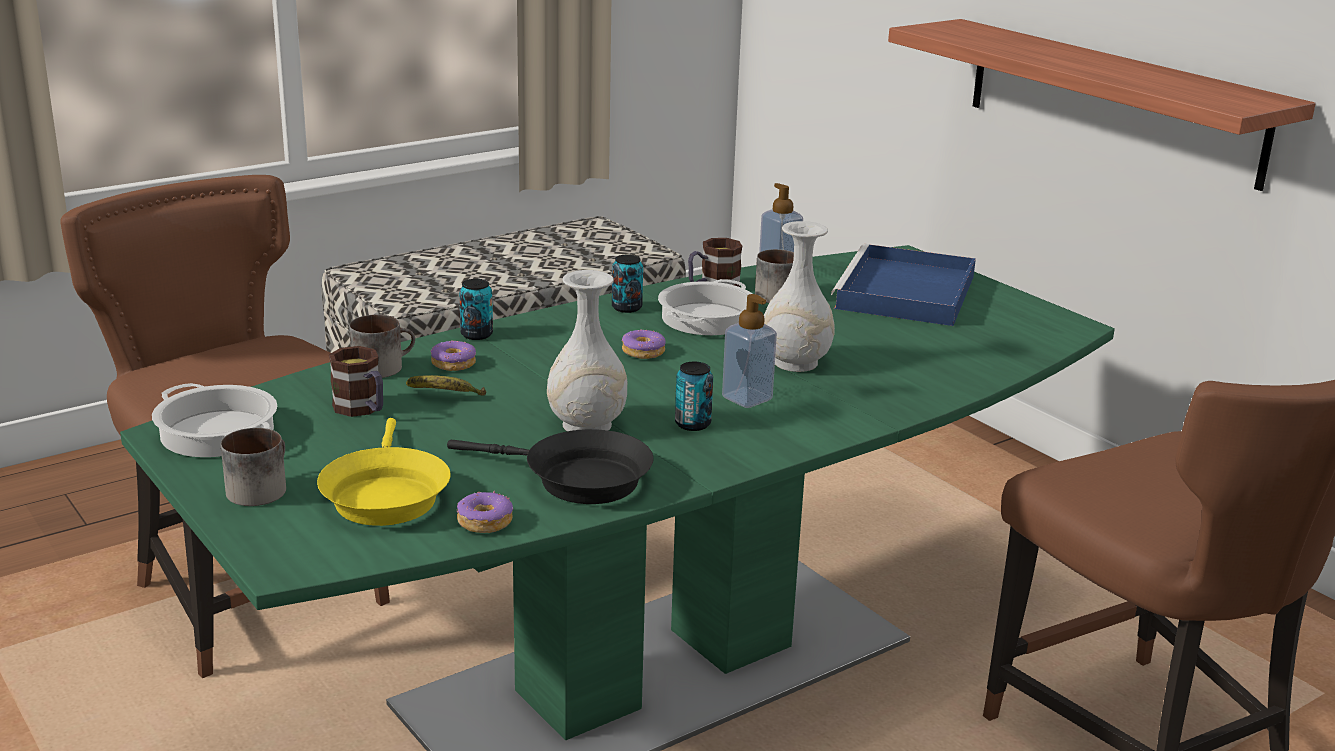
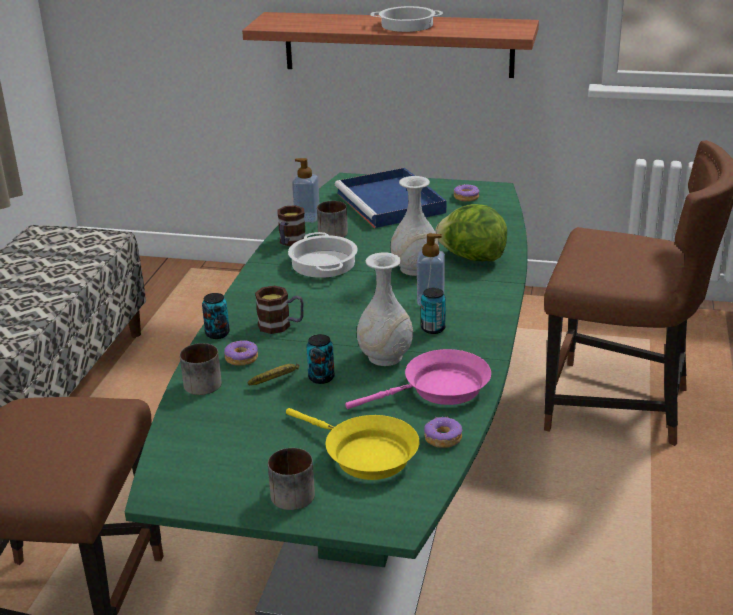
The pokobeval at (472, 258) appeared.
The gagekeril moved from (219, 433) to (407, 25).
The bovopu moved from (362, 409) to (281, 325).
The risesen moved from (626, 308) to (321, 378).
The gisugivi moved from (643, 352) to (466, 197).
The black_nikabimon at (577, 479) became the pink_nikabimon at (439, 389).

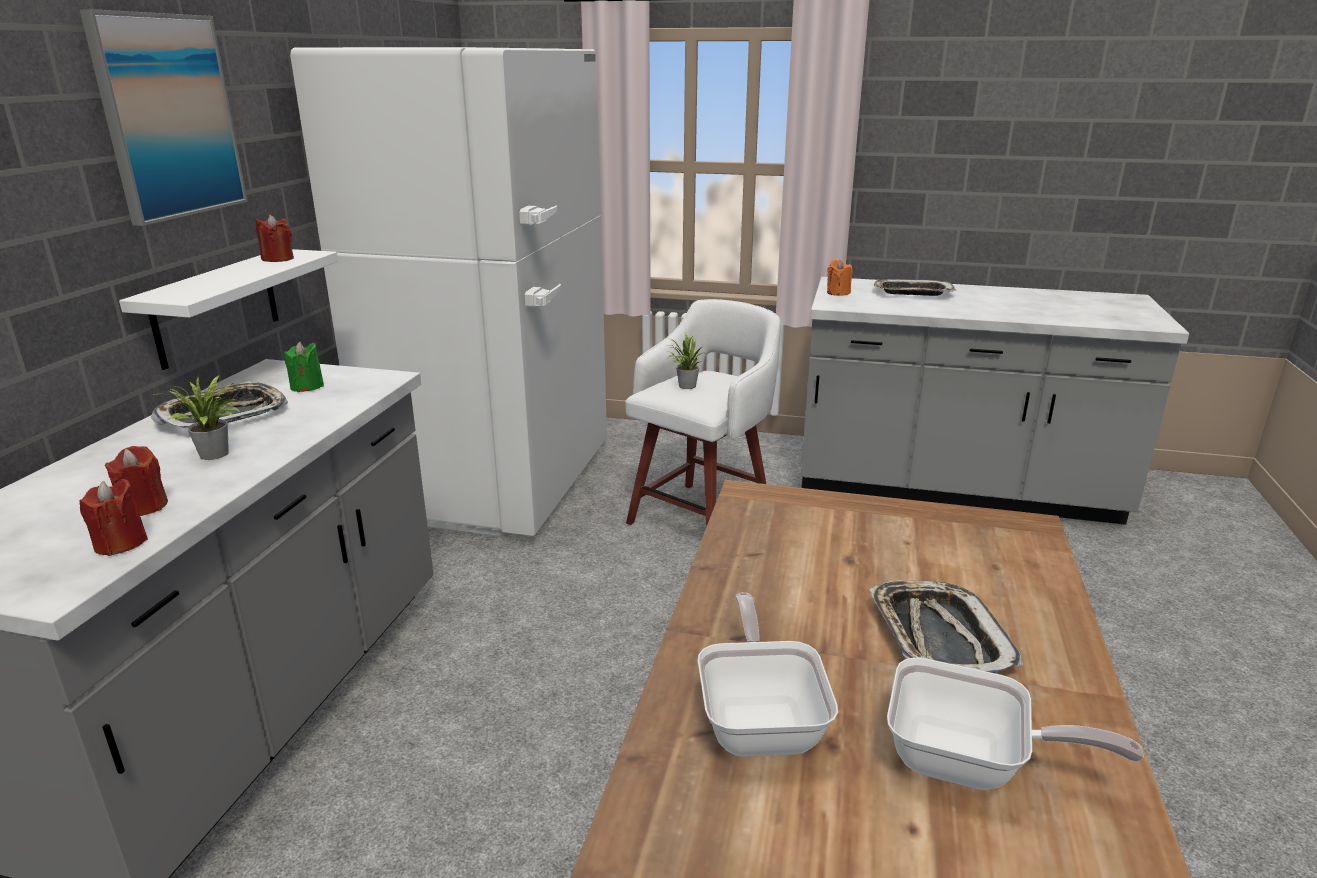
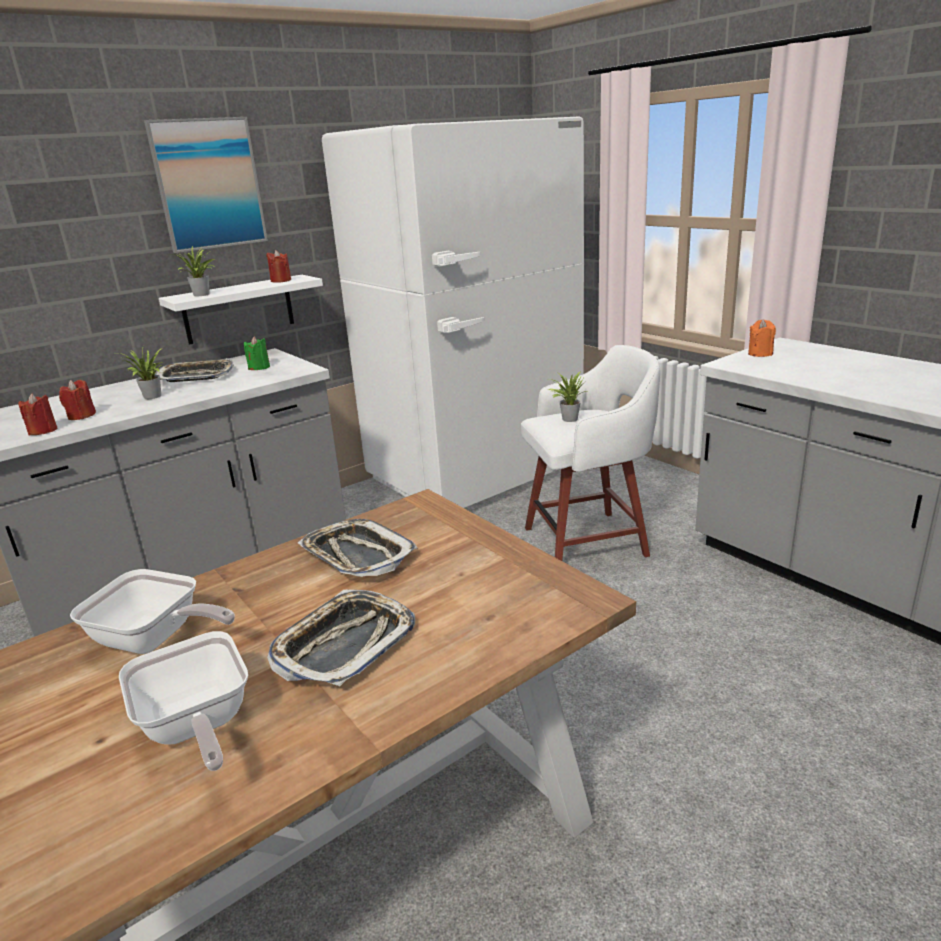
The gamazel at (202, 295) appeared.
The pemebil moved from (912, 293) to (357, 555).
The nikabimon at (760, 720) turned 75 degrees clockwise.

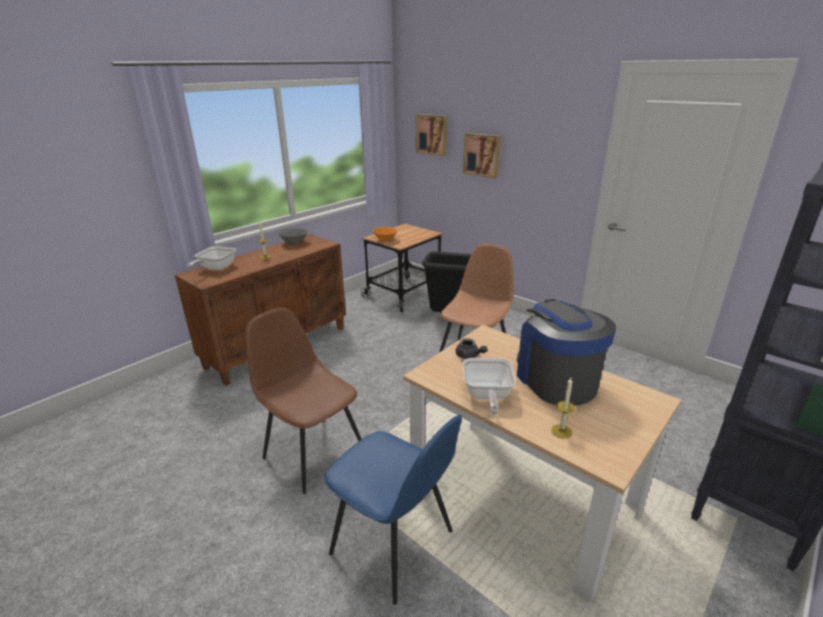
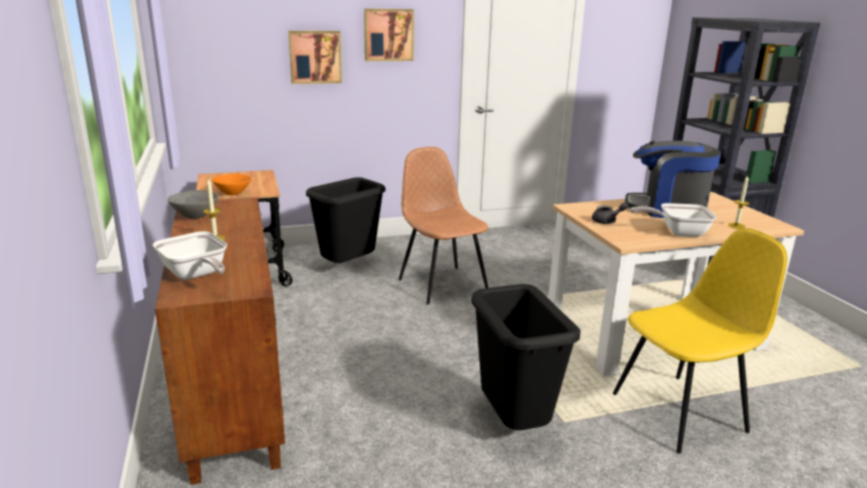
The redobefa moved from (432, 134) to (388, 35).
The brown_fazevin at (313, 452) was replaced by the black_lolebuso at (513, 424).
The blue_fazevin at (394, 545) became the yellow_fazevin at (681, 412).
The nikabimon at (486, 396) turned 150 degrees clockwise.

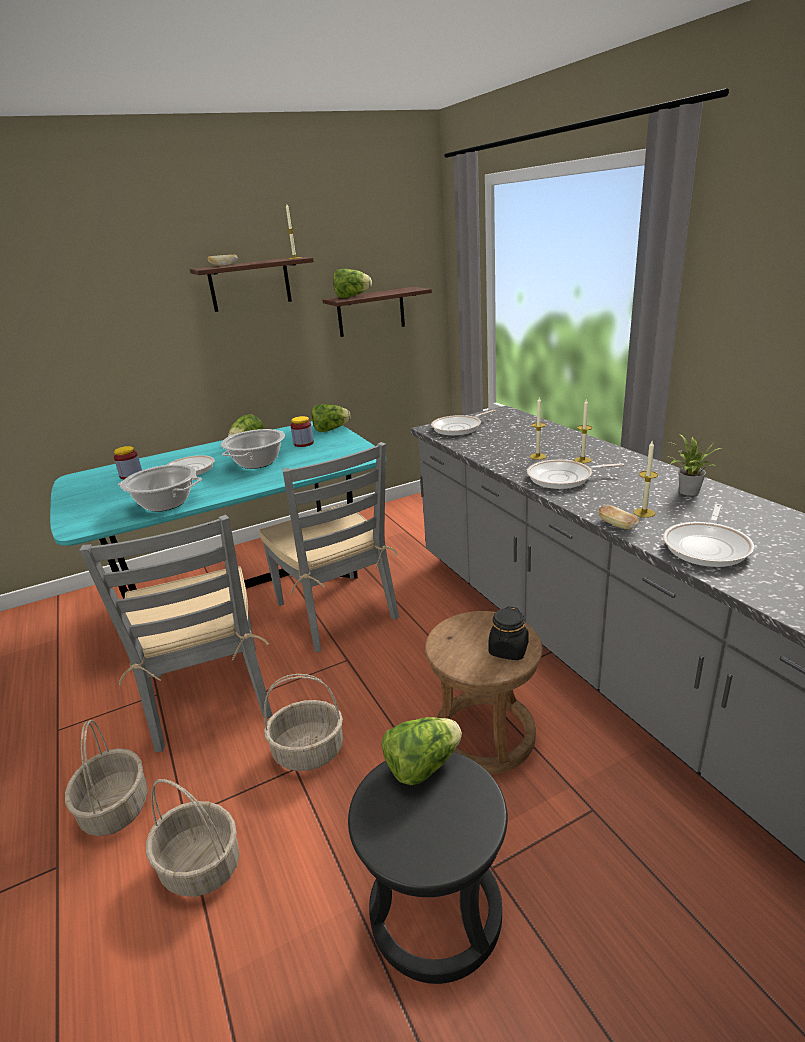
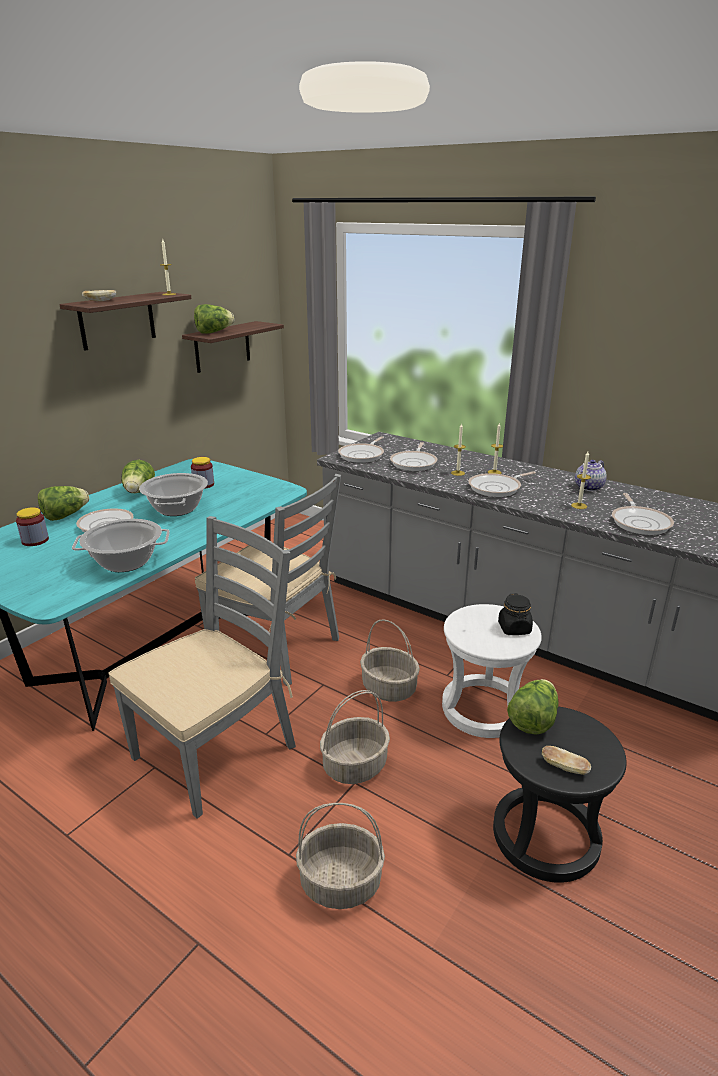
The nikabimon at (414, 463) appeared.
The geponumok moved from (115, 808) to (388, 688).
The pokobeval moved from (331, 430) to (65, 516).
The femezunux moved from (617, 525) to (564, 768).
The gamazel at (686, 492) was replaced by the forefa at (589, 487).
The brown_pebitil at (485, 734) became the white_pebitil at (483, 708).
The grey_fazevin at (211, 695) turned 90 degrees counterclockwise.

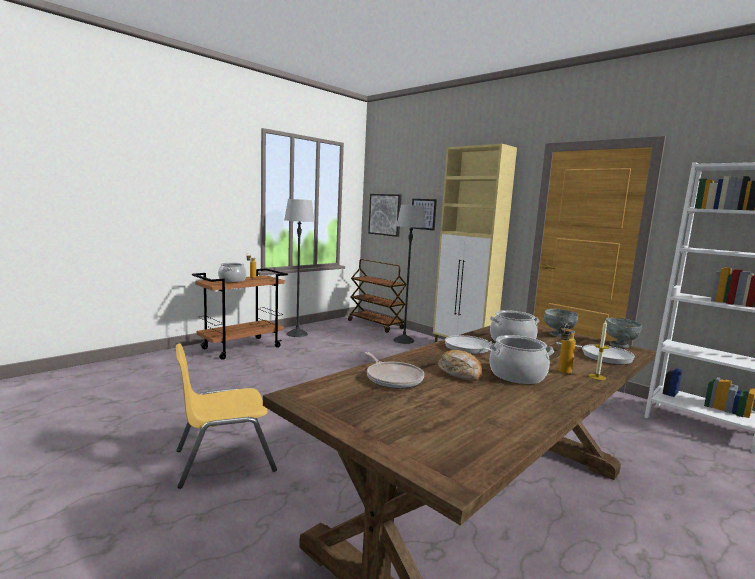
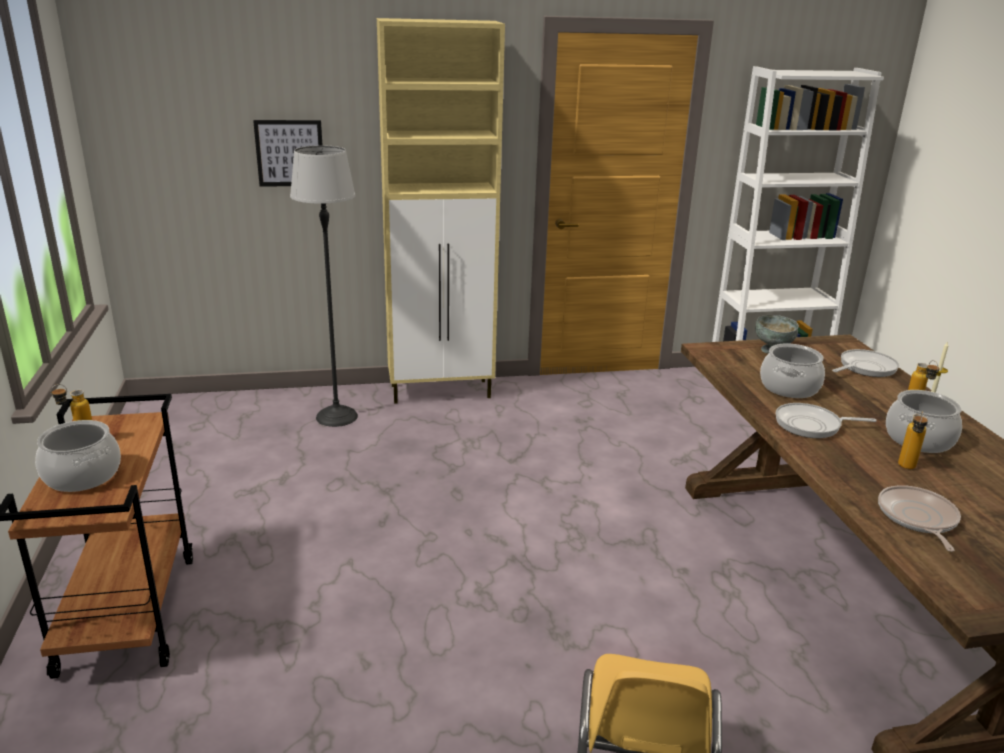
The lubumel at (297, 334) disappeared.
The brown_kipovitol at (376, 325) disappeared.
The redobefa at (385, 214) disappeared.
The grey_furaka at (620, 345) disappeared.
The femezunux at (460, 373) was replaced by the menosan at (906, 469).
The nikabimon at (393, 378) turned 90 degrees counterclockwise.

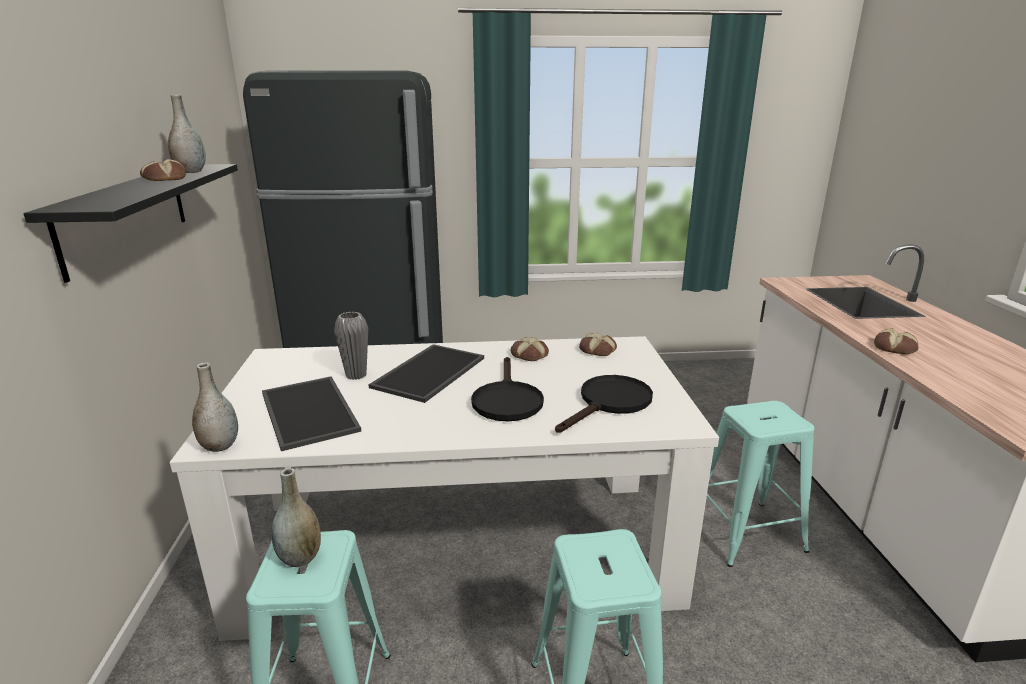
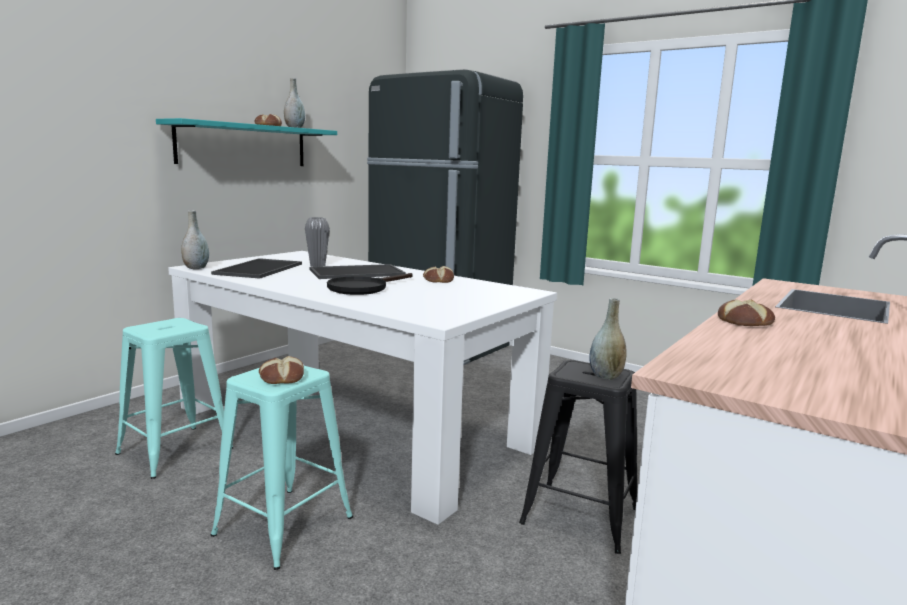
The black_nikabimon at (610, 403) disappeared.
The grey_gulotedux moved from (300, 558) to (605, 376).
The femezunux moved from (597, 350) to (281, 377).
The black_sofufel at (126, 215) became the turquoise_sofufel at (243, 145).
The turquoise_pebitil at (746, 533) became the black_pebitil at (580, 516).

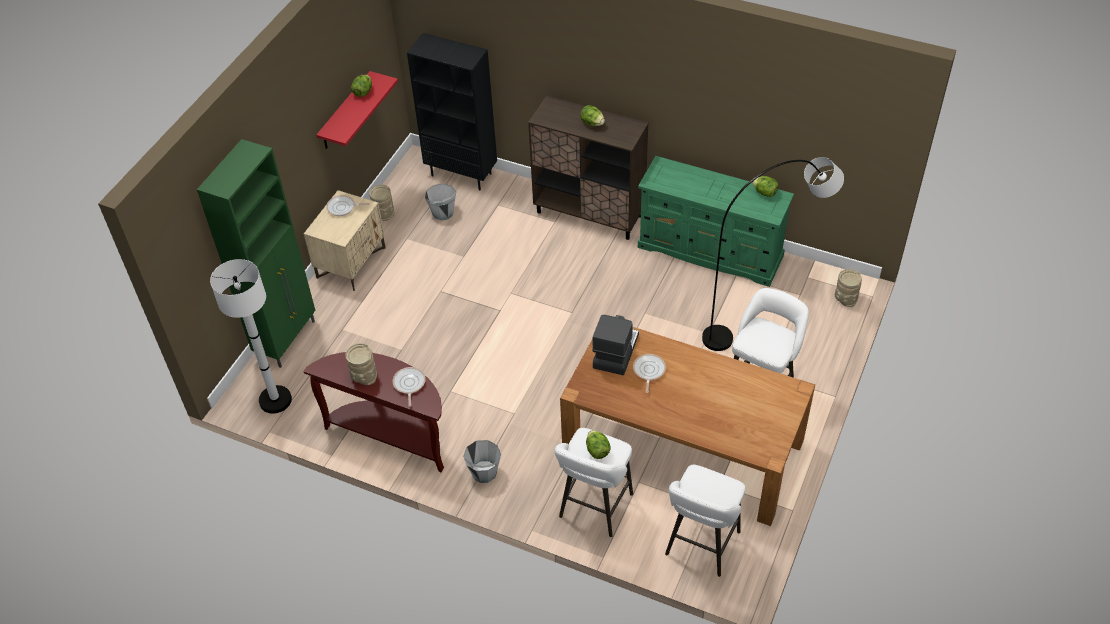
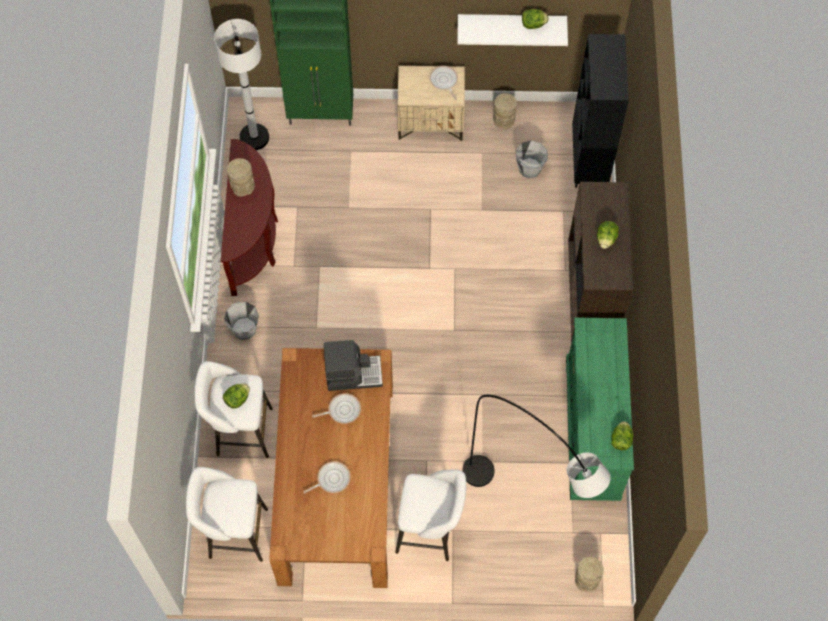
The nikabimon moved from (409, 384) to (331, 479).
The red_sofufel at (345, 112) became the white_sofufel at (511, 23).

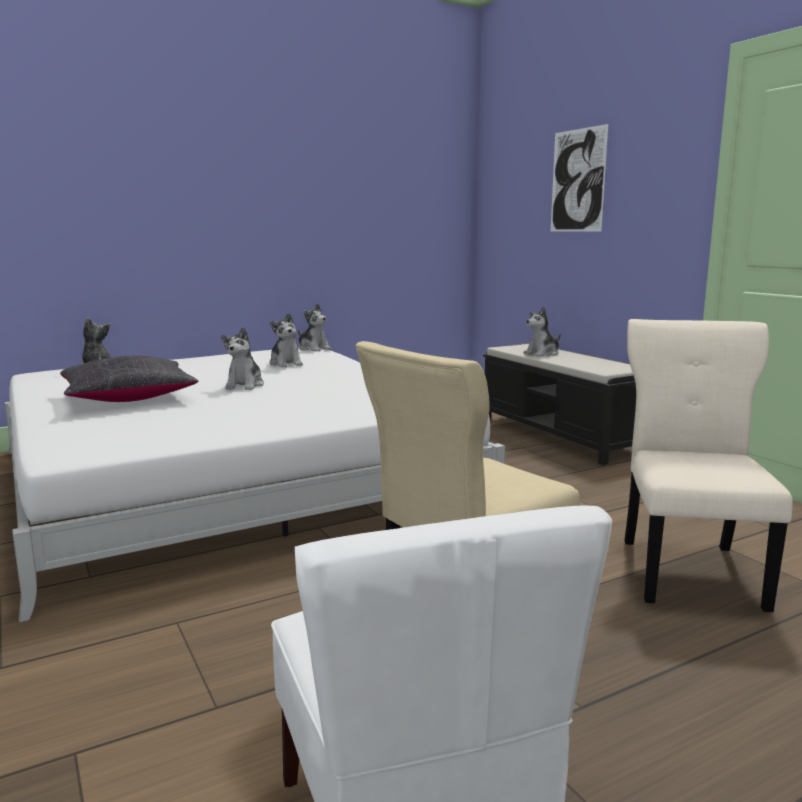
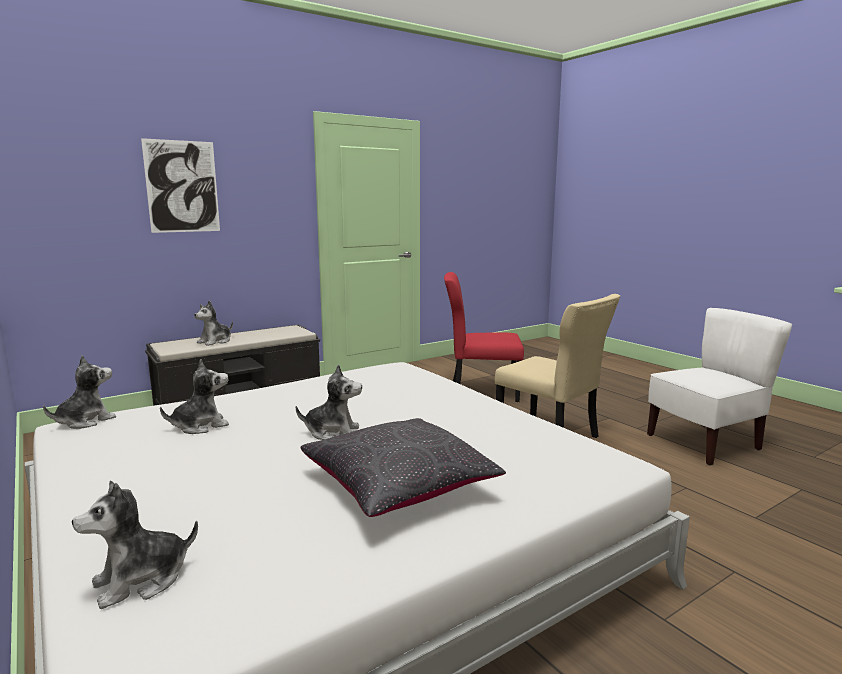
The beige_fazevin at (689, 570) became the red_fazevin at (480, 392).
The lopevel at (542, 353) turned 75 degrees clockwise.

